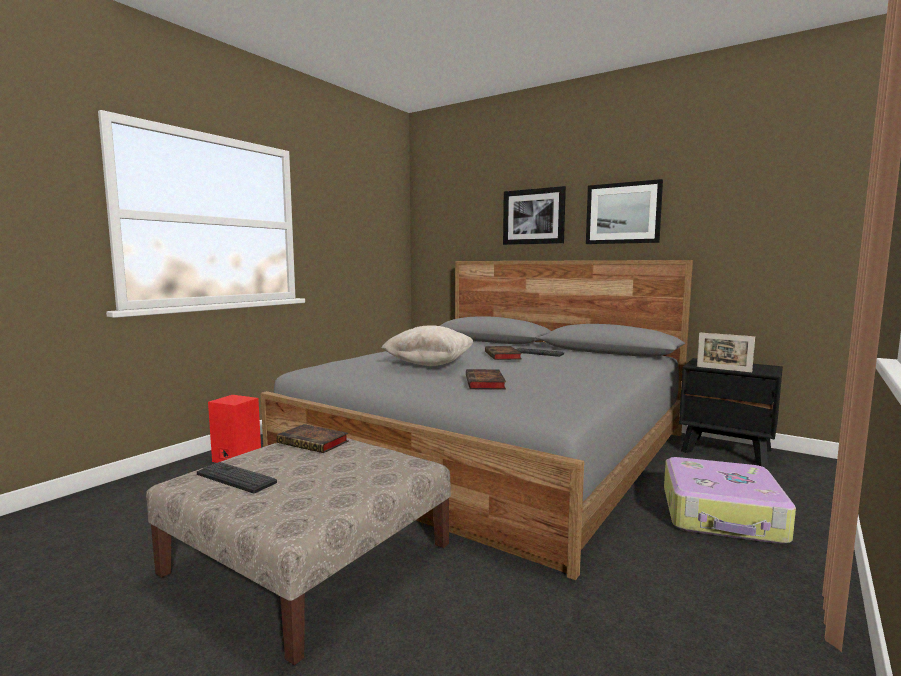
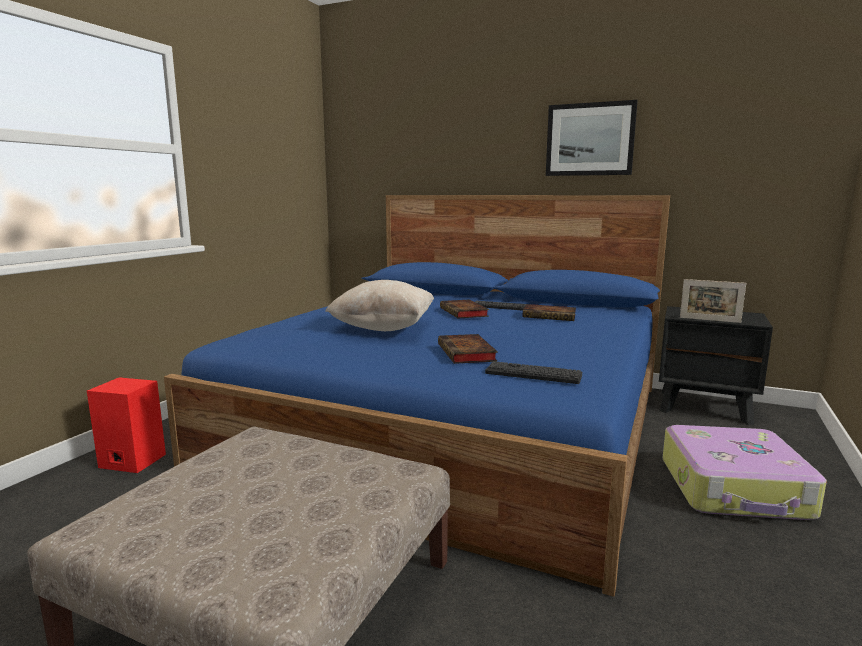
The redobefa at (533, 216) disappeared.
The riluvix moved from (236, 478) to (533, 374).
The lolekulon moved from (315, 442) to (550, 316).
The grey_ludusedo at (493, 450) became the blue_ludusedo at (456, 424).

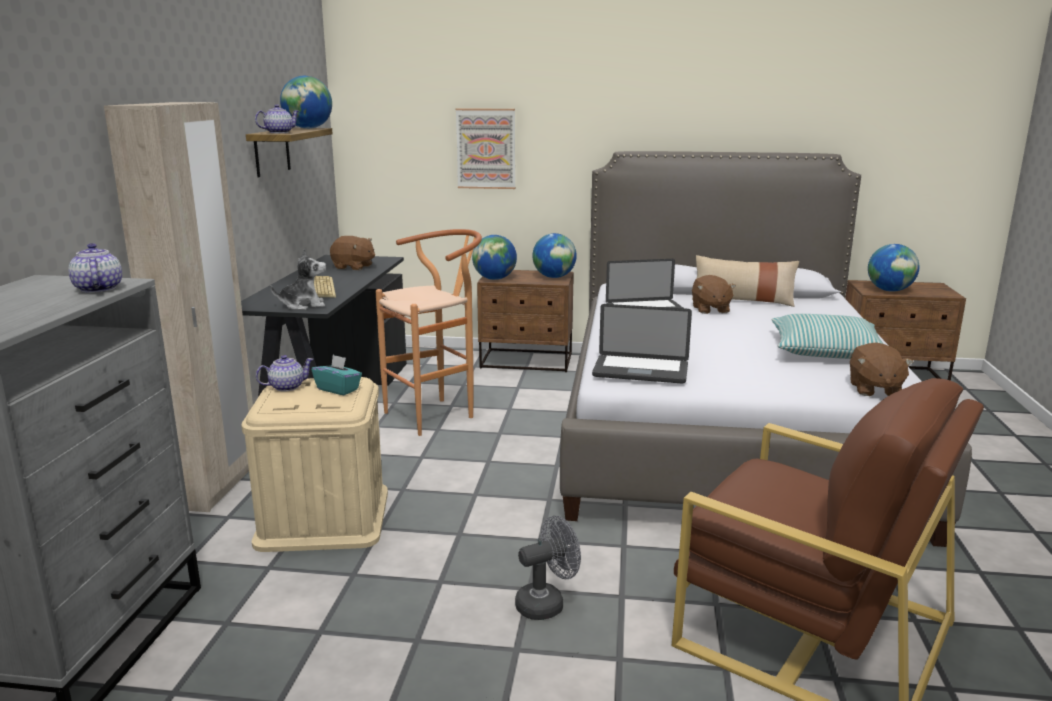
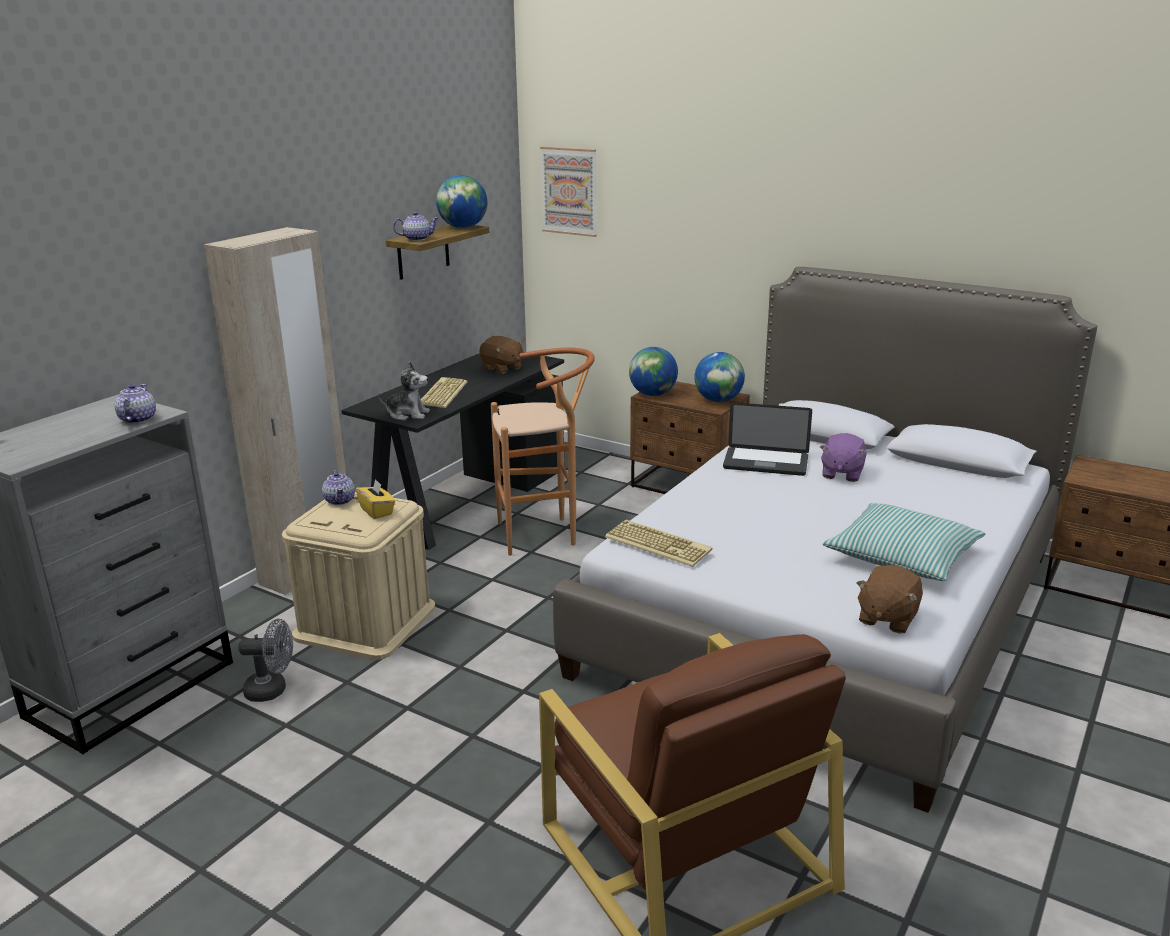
The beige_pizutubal at (743, 300) disappeared.
The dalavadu at (890, 290) disappeared.
The redobefa moved from (486, 148) to (569, 191).
The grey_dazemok moved from (546, 603) to (272, 690).
The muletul at (640, 371) was replaced by the riluvix at (659, 544).
The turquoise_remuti at (338, 389) became the yellow_remuti at (377, 511).
The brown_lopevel at (710, 309) became the purple_lopevel at (841, 473).
The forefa at (286, 387) turned 75 degrees clockwise.

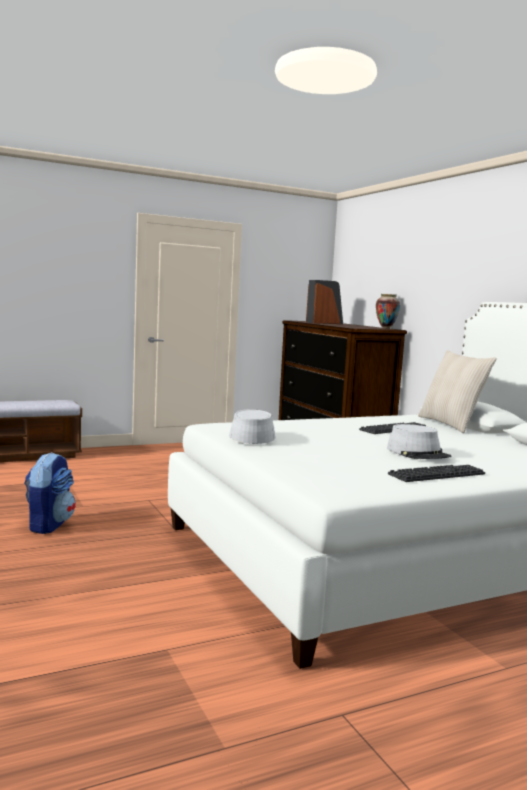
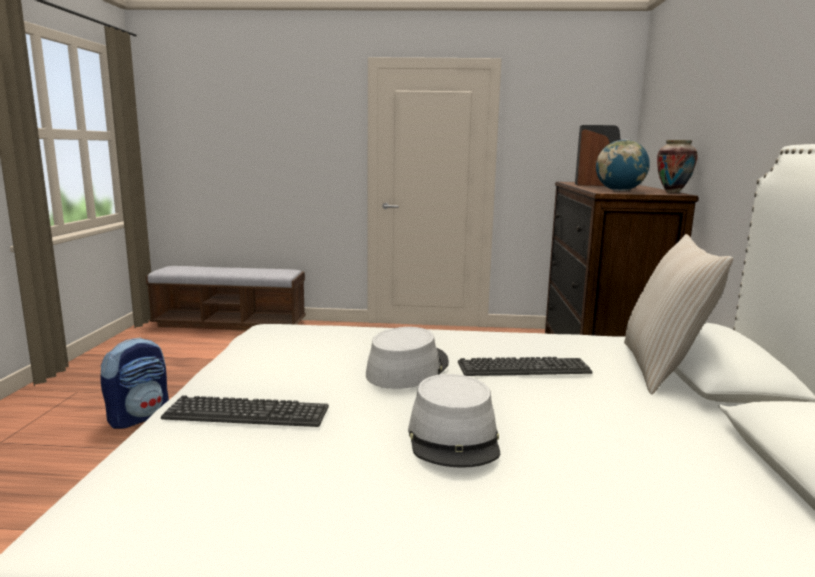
The dalavadu at (619, 191) appeared.
The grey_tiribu moved from (251, 436) to (407, 368).
The riluvix moved from (436, 474) to (247, 413).

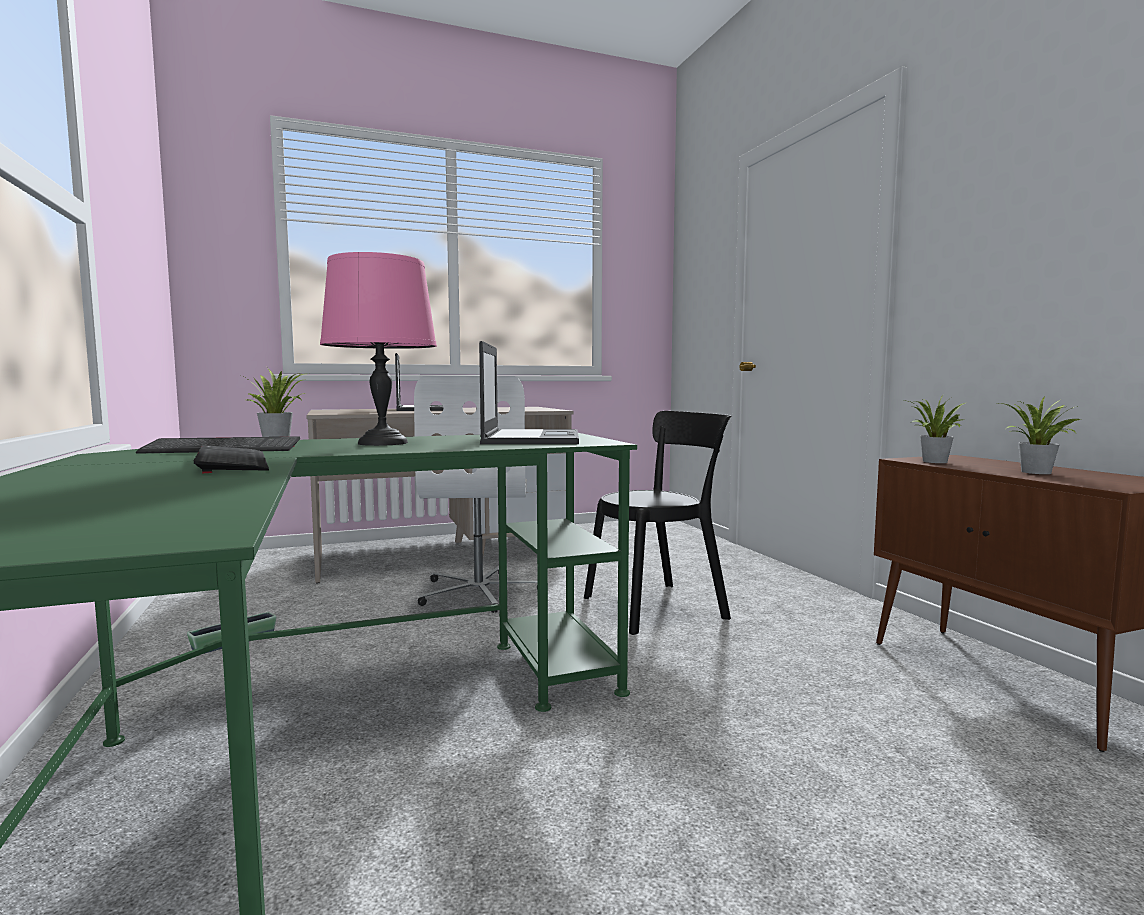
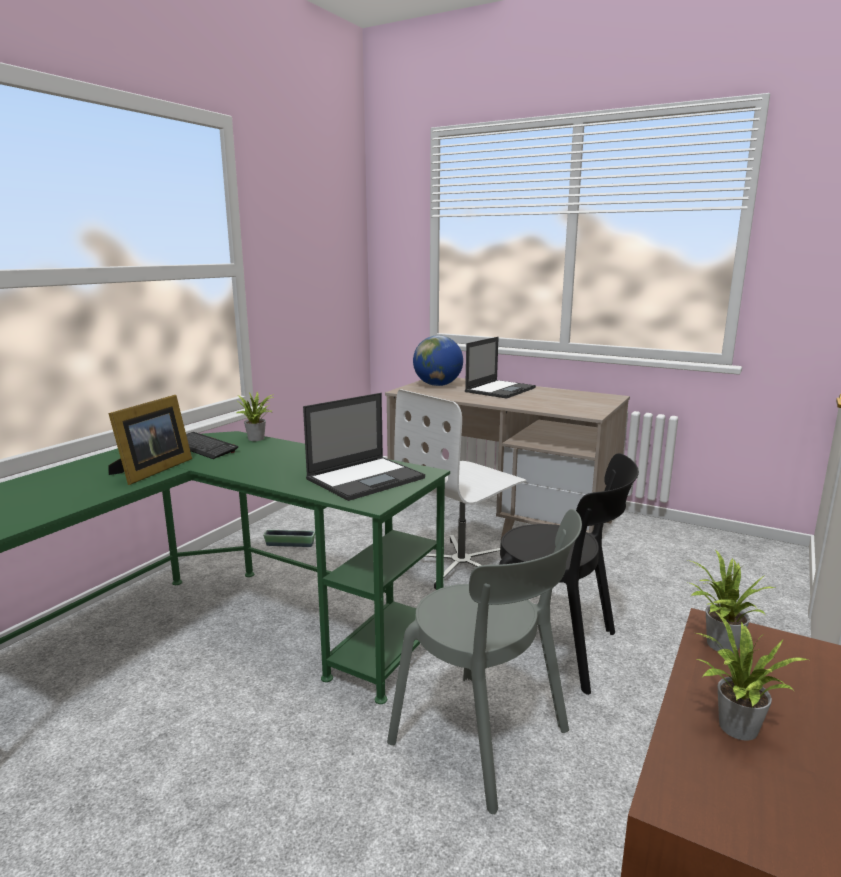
The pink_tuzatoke at (381, 443) disappeared.
The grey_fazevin at (486, 740) appeared.
The dalavadu at (437, 385) appeared.
The riluvix at (233, 462) was replaced by the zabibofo at (151, 470).

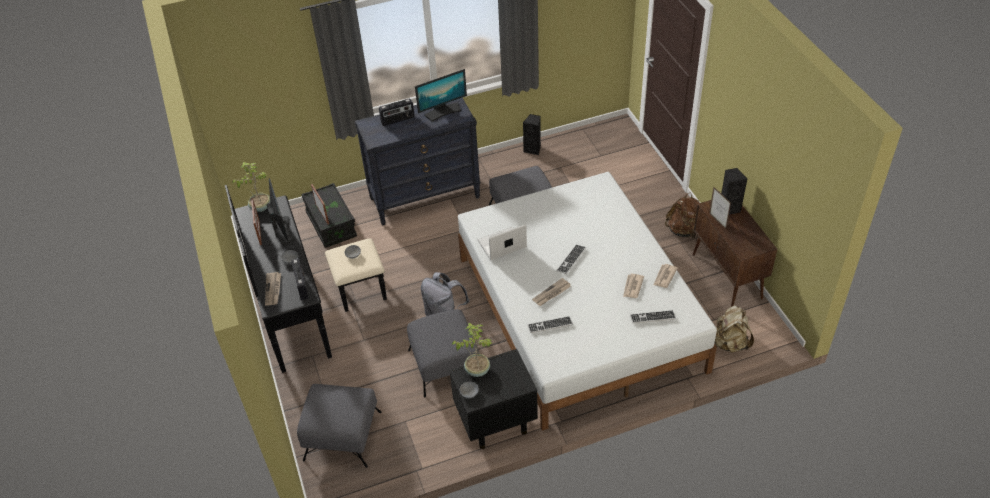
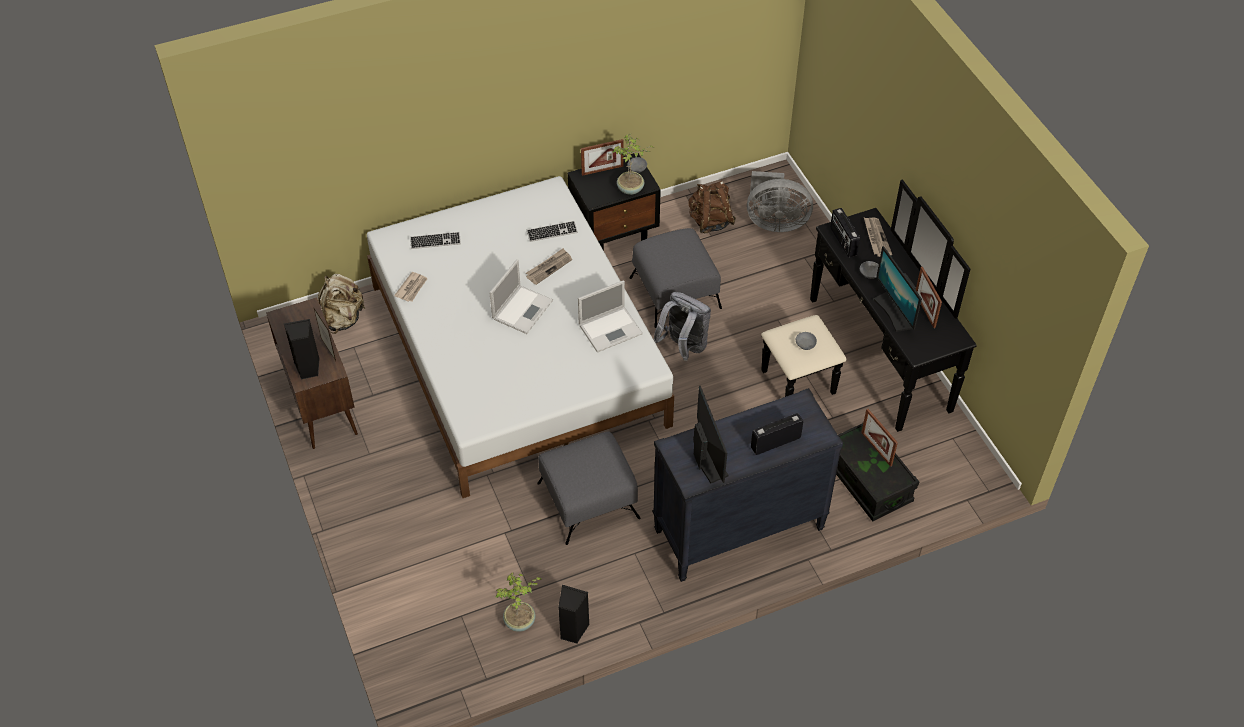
The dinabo at (632, 287) disappeared.
The zabibofo at (602, 170) appeared.
The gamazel moved from (260, 207) to (520, 622).
The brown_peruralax moved from (684, 231) to (710, 221).
The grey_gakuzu at (342, 435) was replaced by the grey_dazemok at (775, 222).
The riluvix at (571, 260) was replaced by the muletul at (523, 309).
The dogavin at (443, 111) turned 105 degrees clockwise.

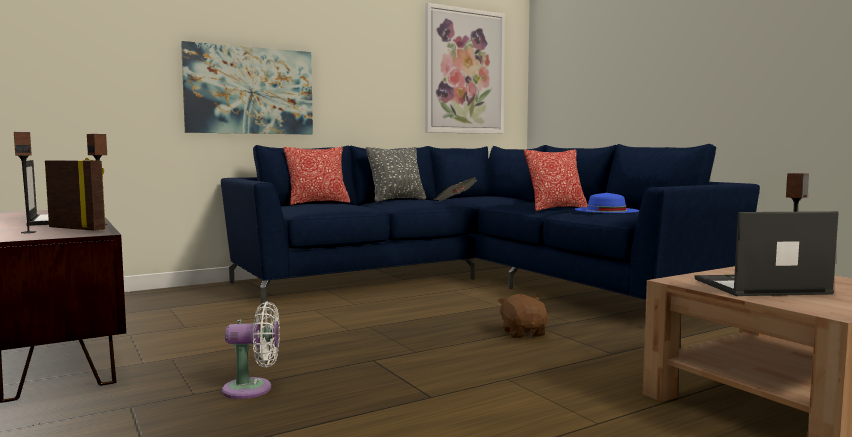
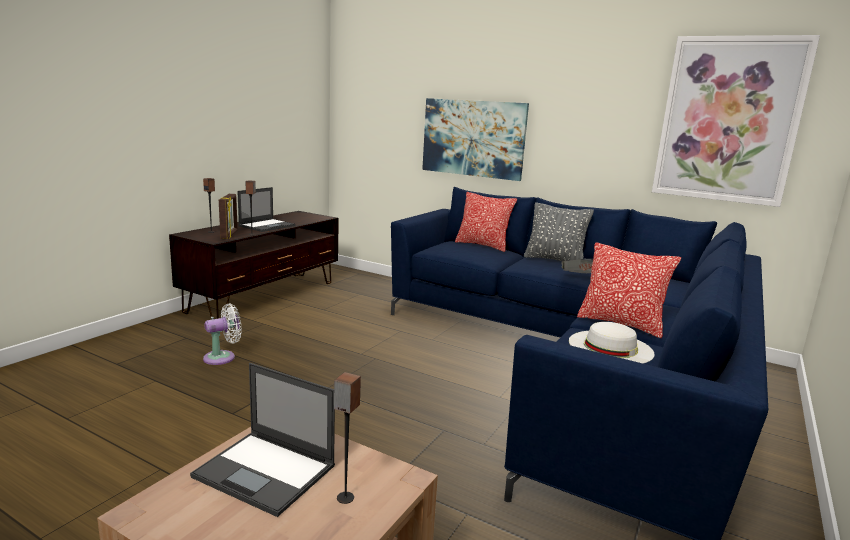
The brown_lopevel at (523, 333) disappeared.
The blue_tiribu at (606, 210) became the white_tiribu at (610, 347).
The white_dazemok at (253, 389) turned 90 degrees counterclockwise.
The muletul at (759, 286) turned 150 degrees clockwise.

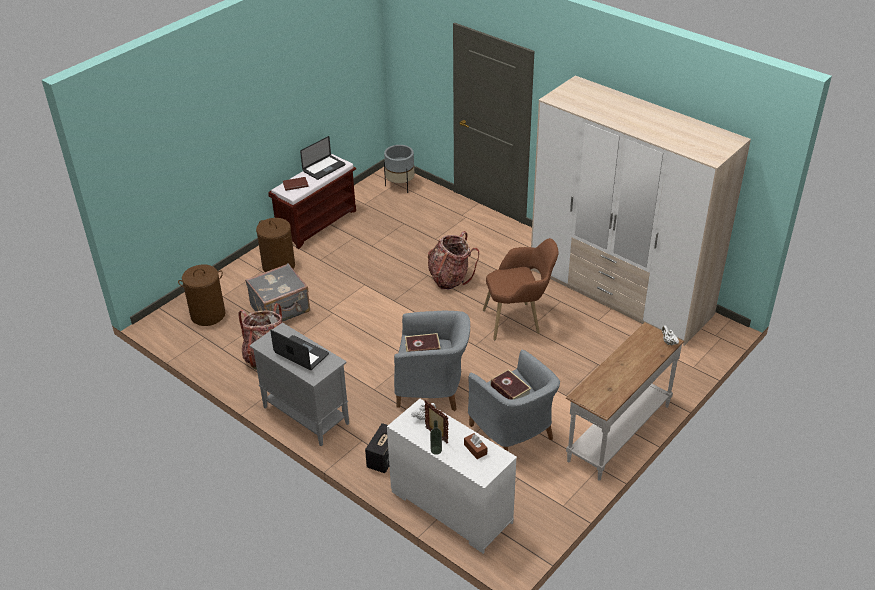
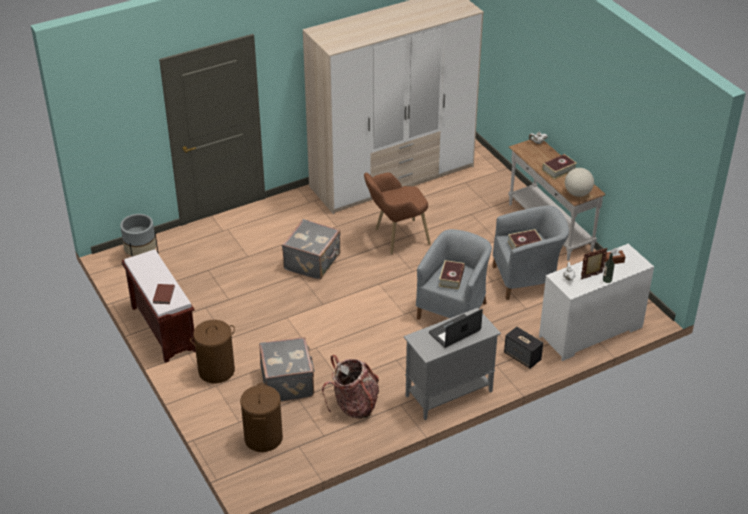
The muletul at (324, 168) disappeared.
The lolekulon at (559, 170) appeared.
The dalavadu at (577, 193) appeared.
The peruralax at (450, 278) was replaced by the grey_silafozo at (313, 262).
The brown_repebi at (519, 320) turned 120 degrees counterclockwise.

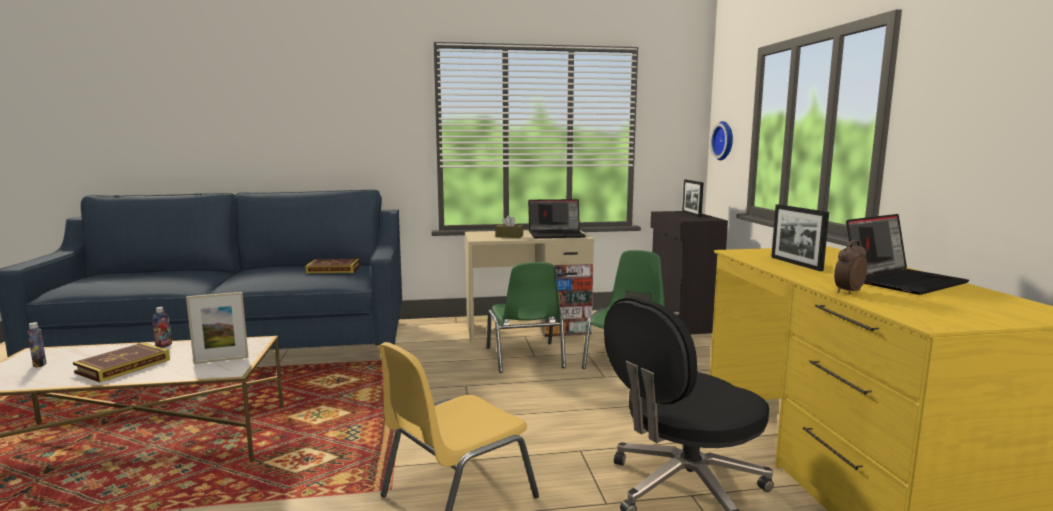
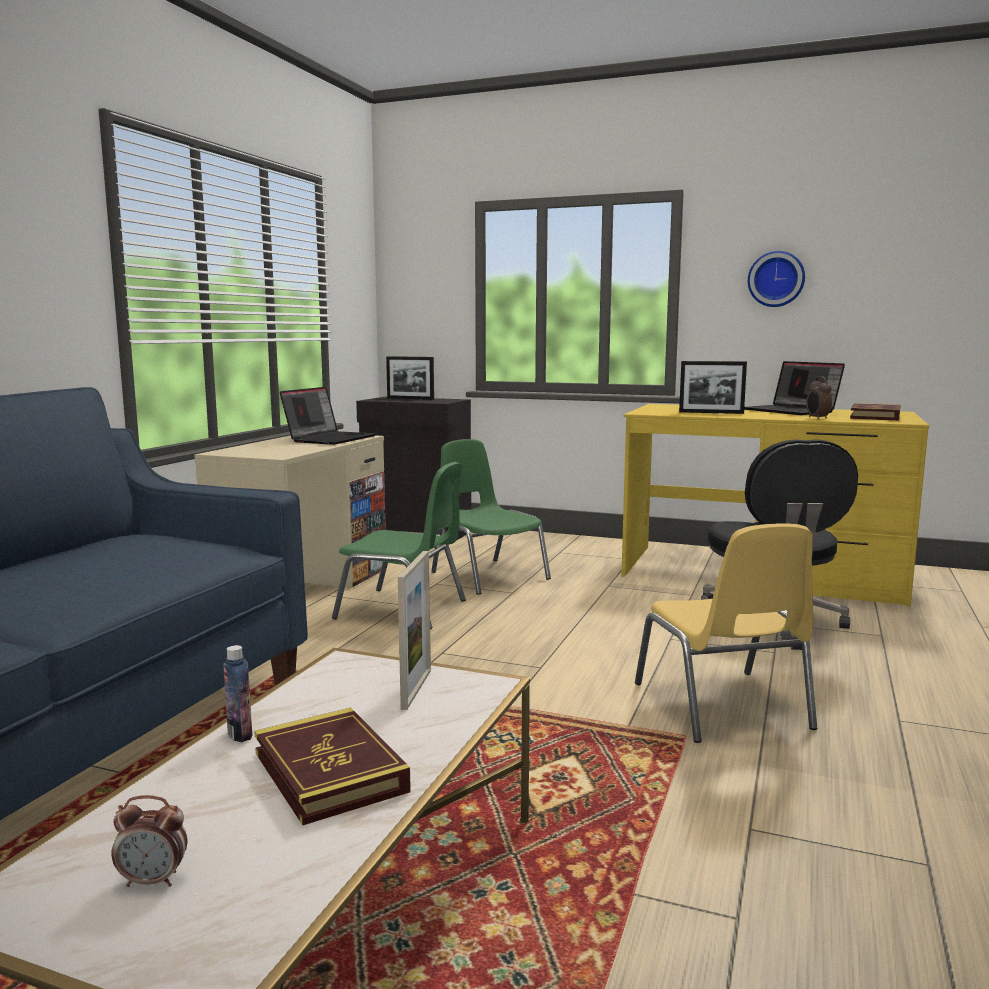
The brown_remuti at (509, 236) disappeared.
The lolekulon moved from (334, 269) to (875, 416).
The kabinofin moved from (724, 140) to (776, 279).
The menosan at (39, 364) was replaced by the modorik at (153, 881).
The muletul at (903, 281) turned 150 degrees clockwise.

